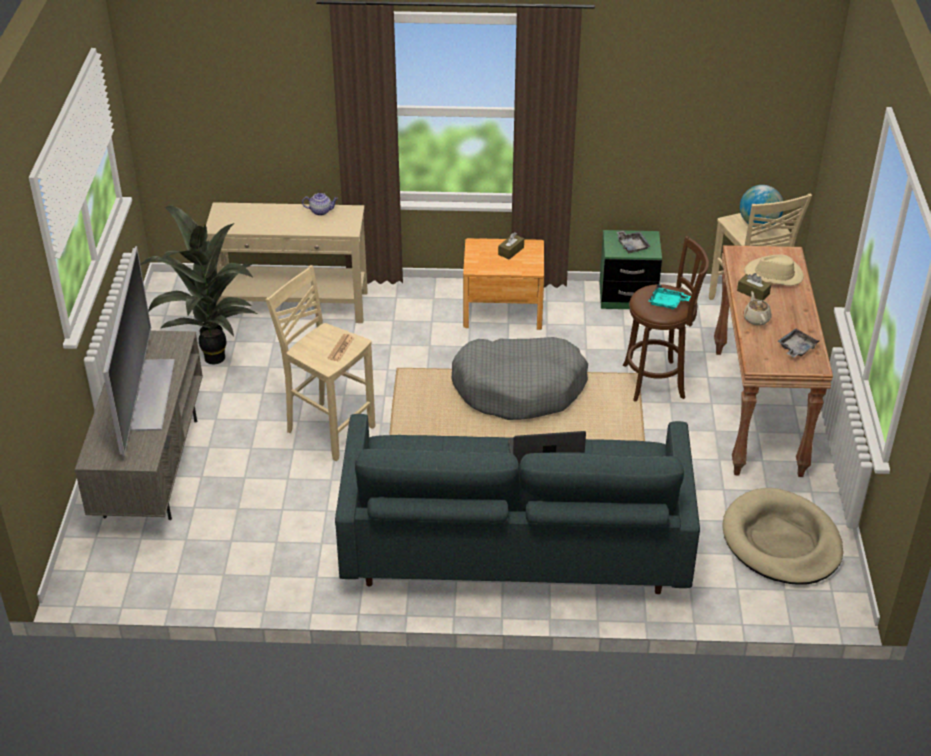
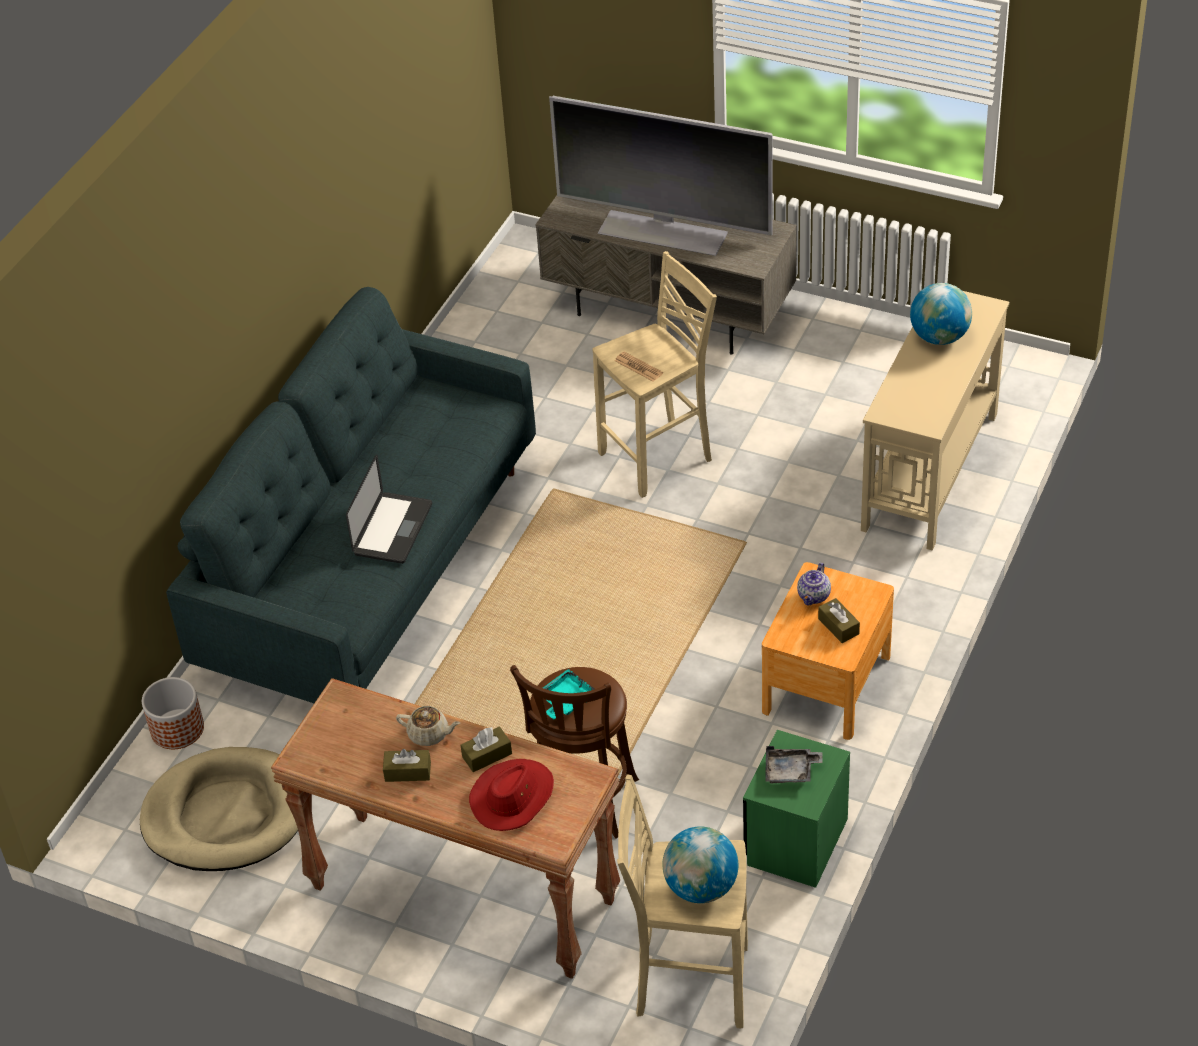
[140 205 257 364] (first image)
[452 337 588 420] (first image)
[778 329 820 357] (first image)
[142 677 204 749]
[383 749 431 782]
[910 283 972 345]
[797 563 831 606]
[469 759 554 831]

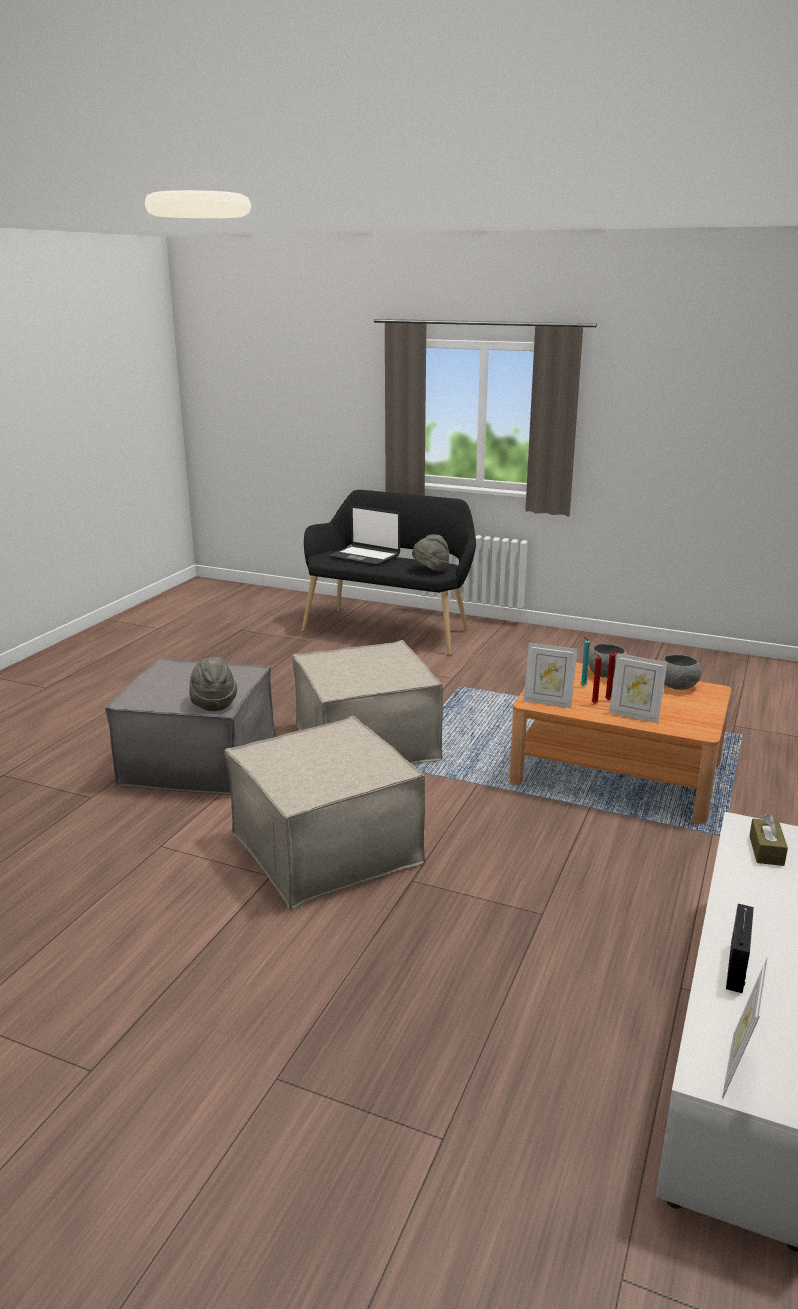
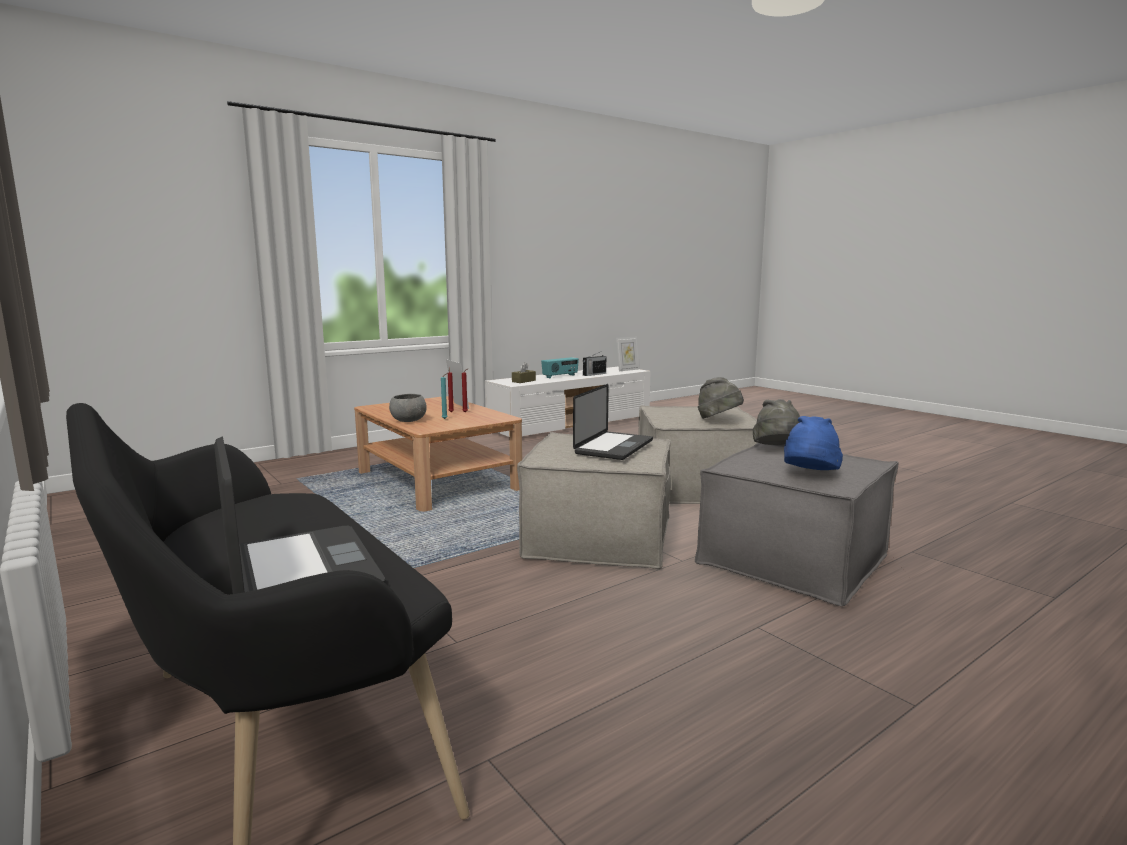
[524 643 577 708] (first image)
[661 654 702 690] (first image)
[541 357 579 378]
[573 384 653 460]
[784 416 843 470]
[698 377 744 419]

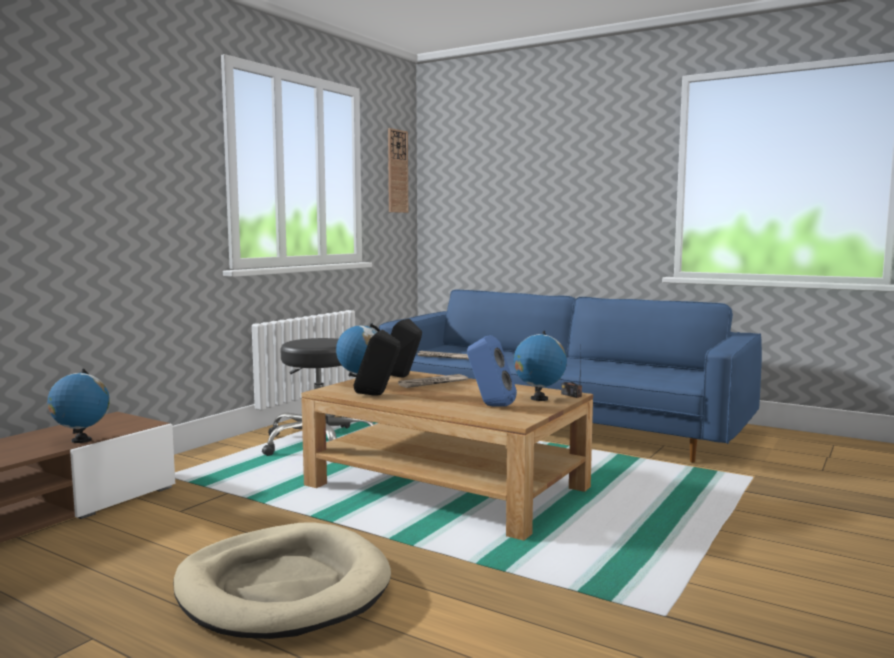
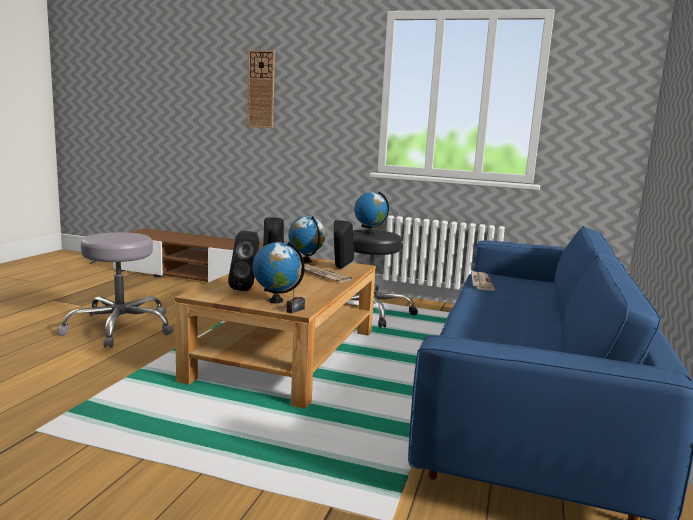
[354 191 389 235]
[247 50 275 128]
[57 232 174 348]
[228 231 259 291]

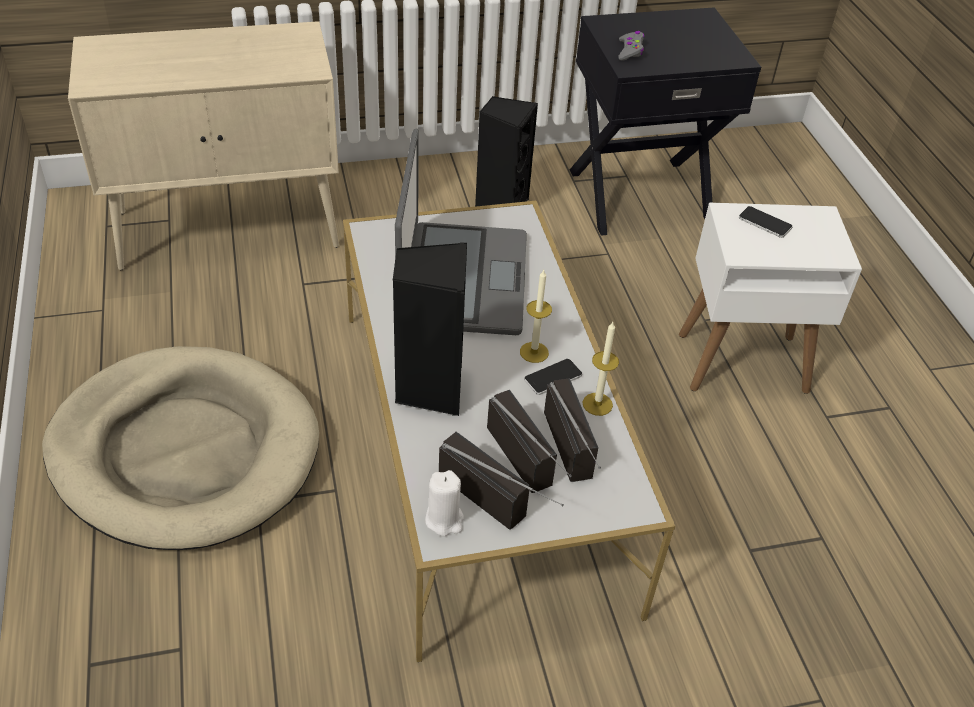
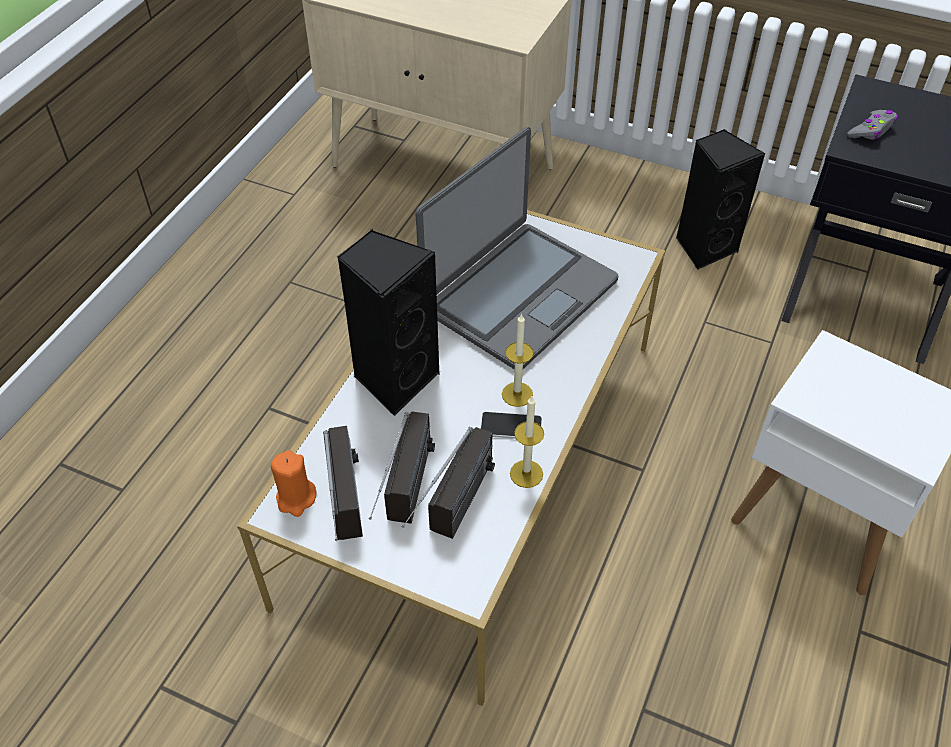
[42 346 319 550] (first image)
[739 206 793 238] (first image)
[271 450 317 517]

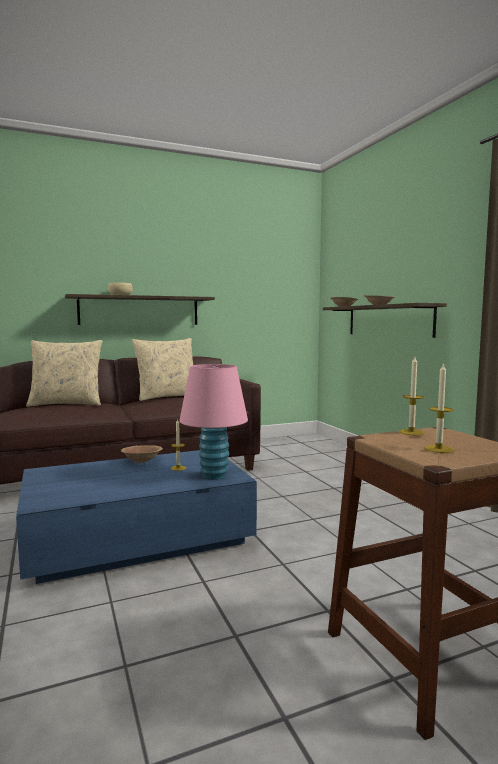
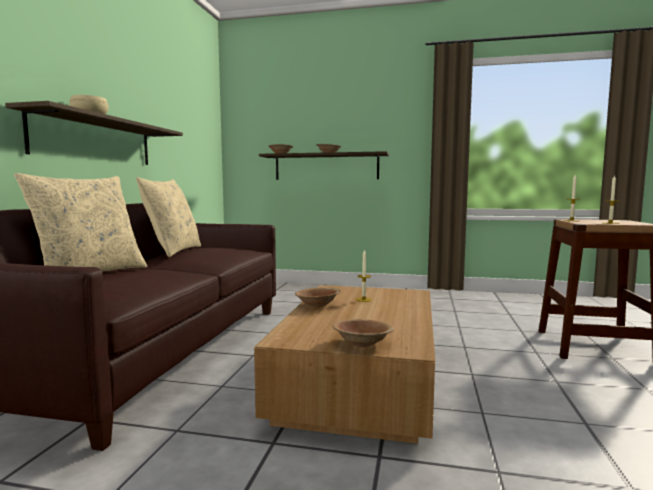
[179 364 248 480] (first image)
[332 319 394 347]
[254 285 435 444]

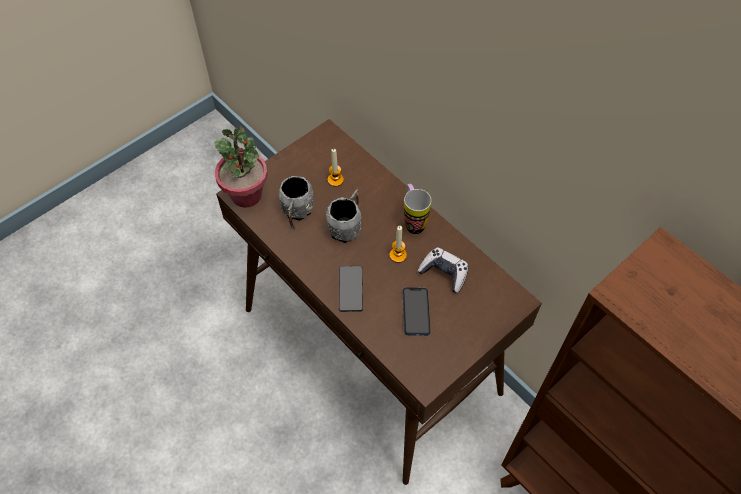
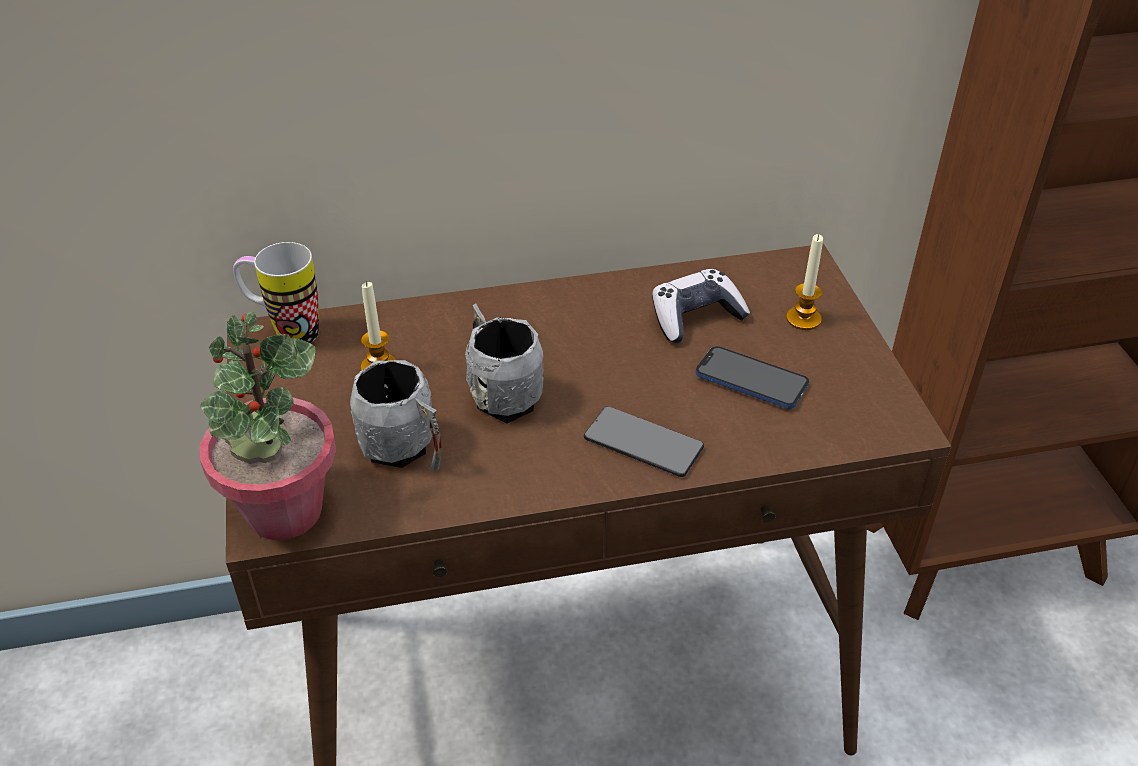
[786 234 823 330]
[233 242 319 343]

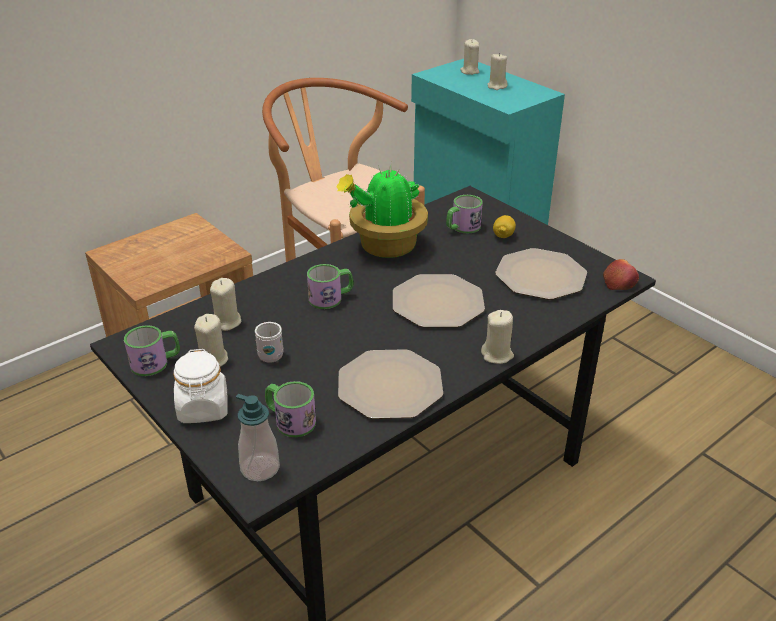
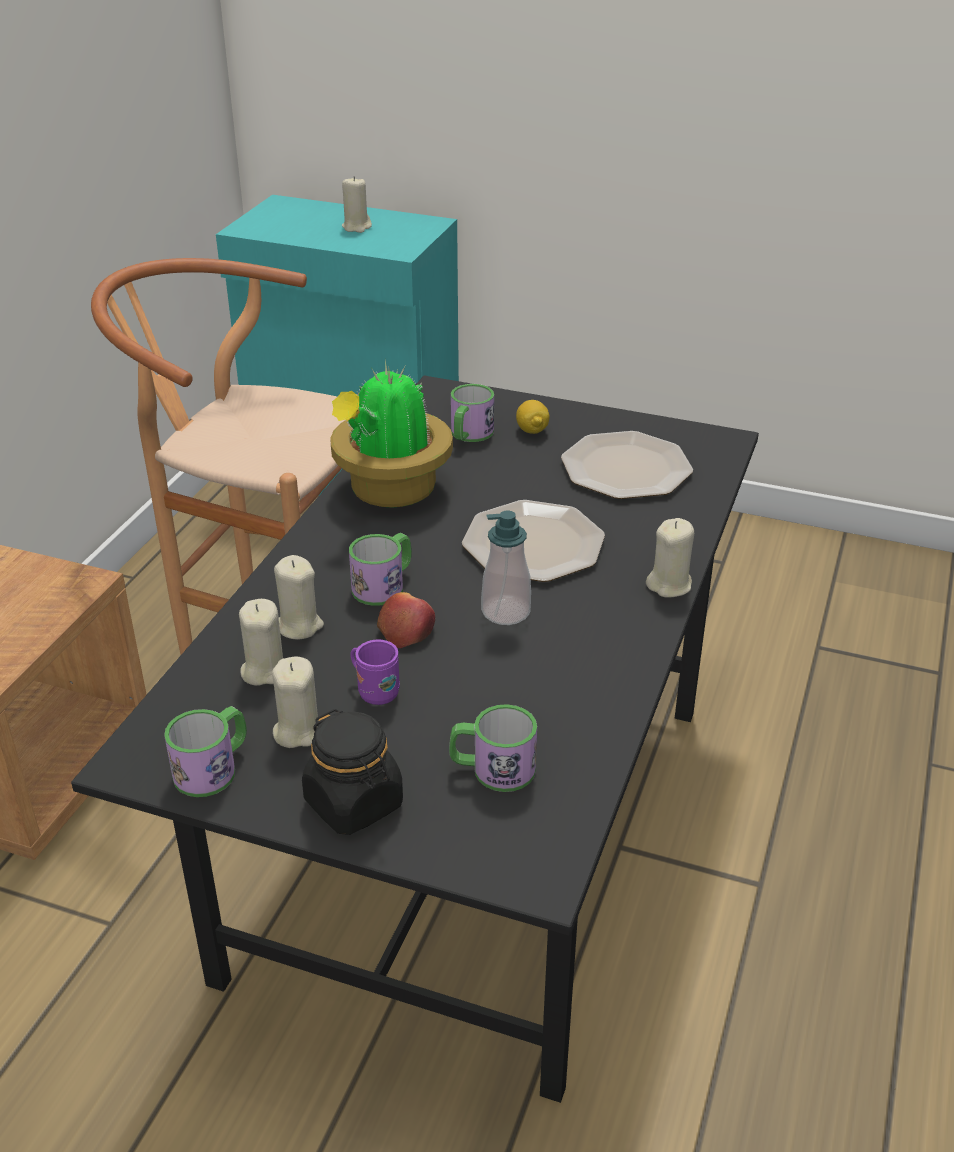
[338 349 443 419] (first image)
[481 511 531 625]
[274 555 324 640]
[377 592 435 648]
[302 709 403 835]
[350 639 400 705]

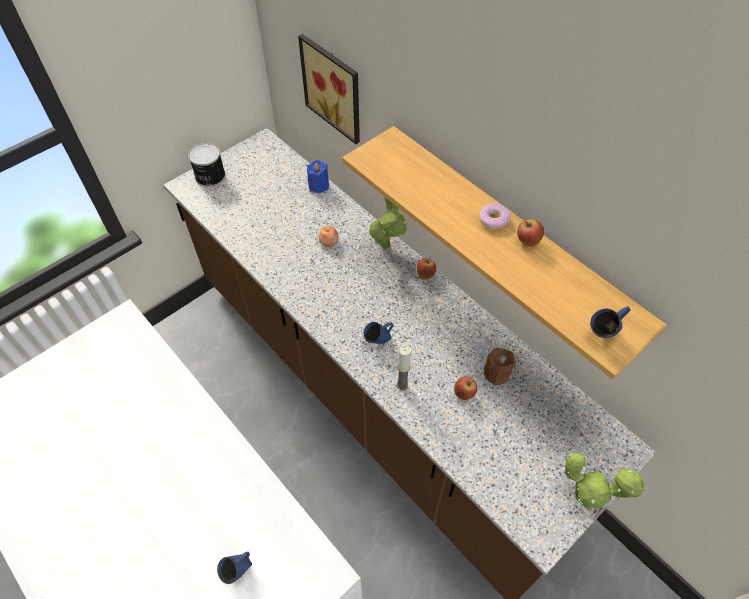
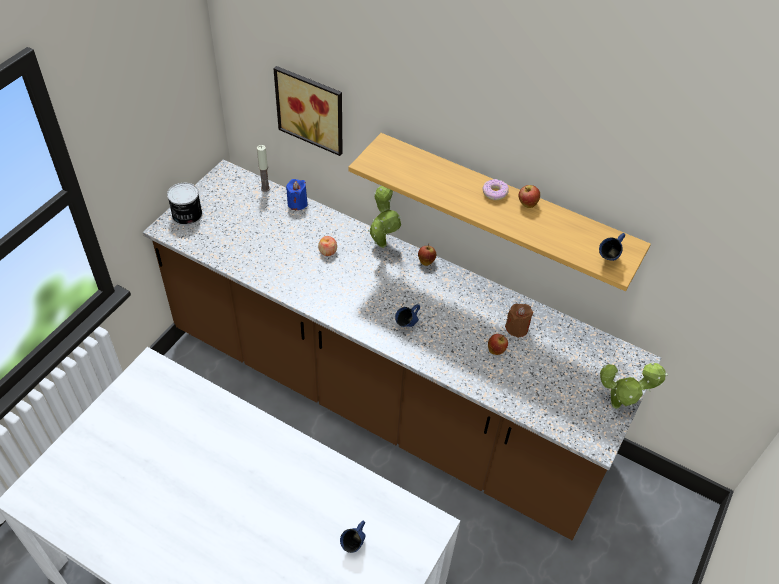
[257 145 270 192]

